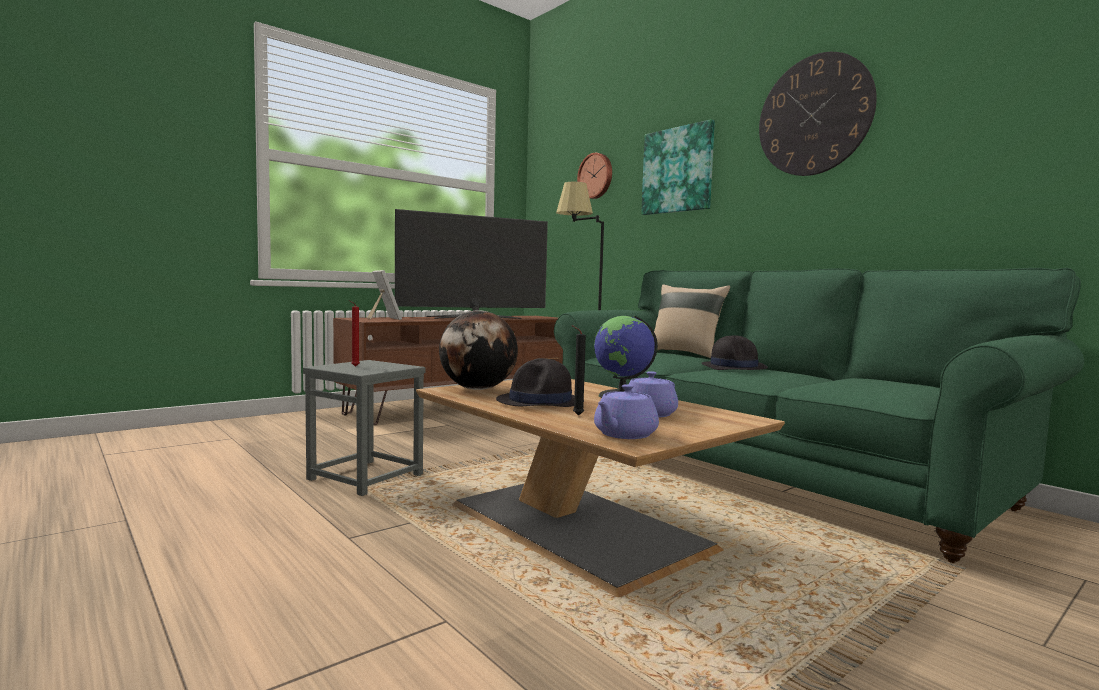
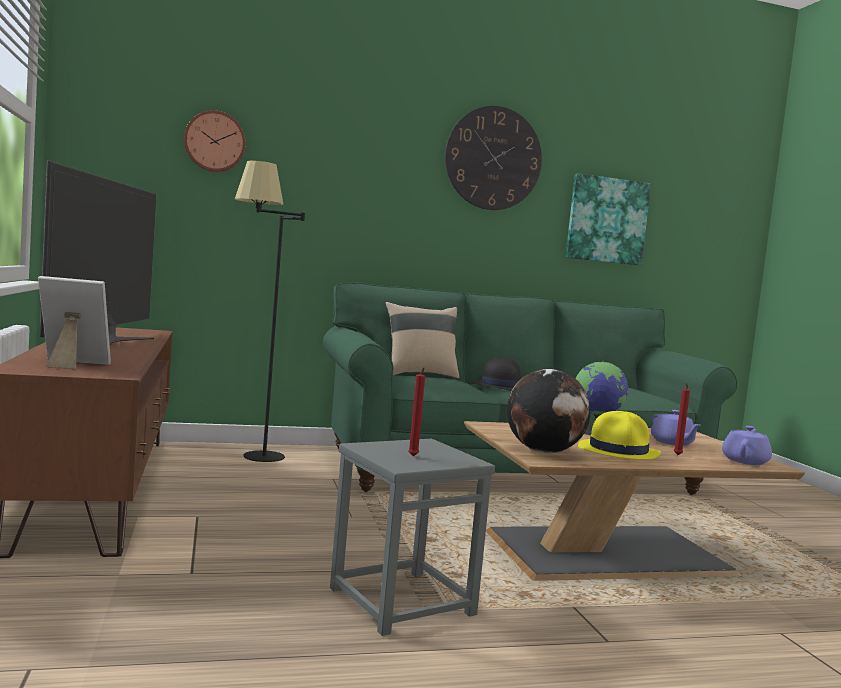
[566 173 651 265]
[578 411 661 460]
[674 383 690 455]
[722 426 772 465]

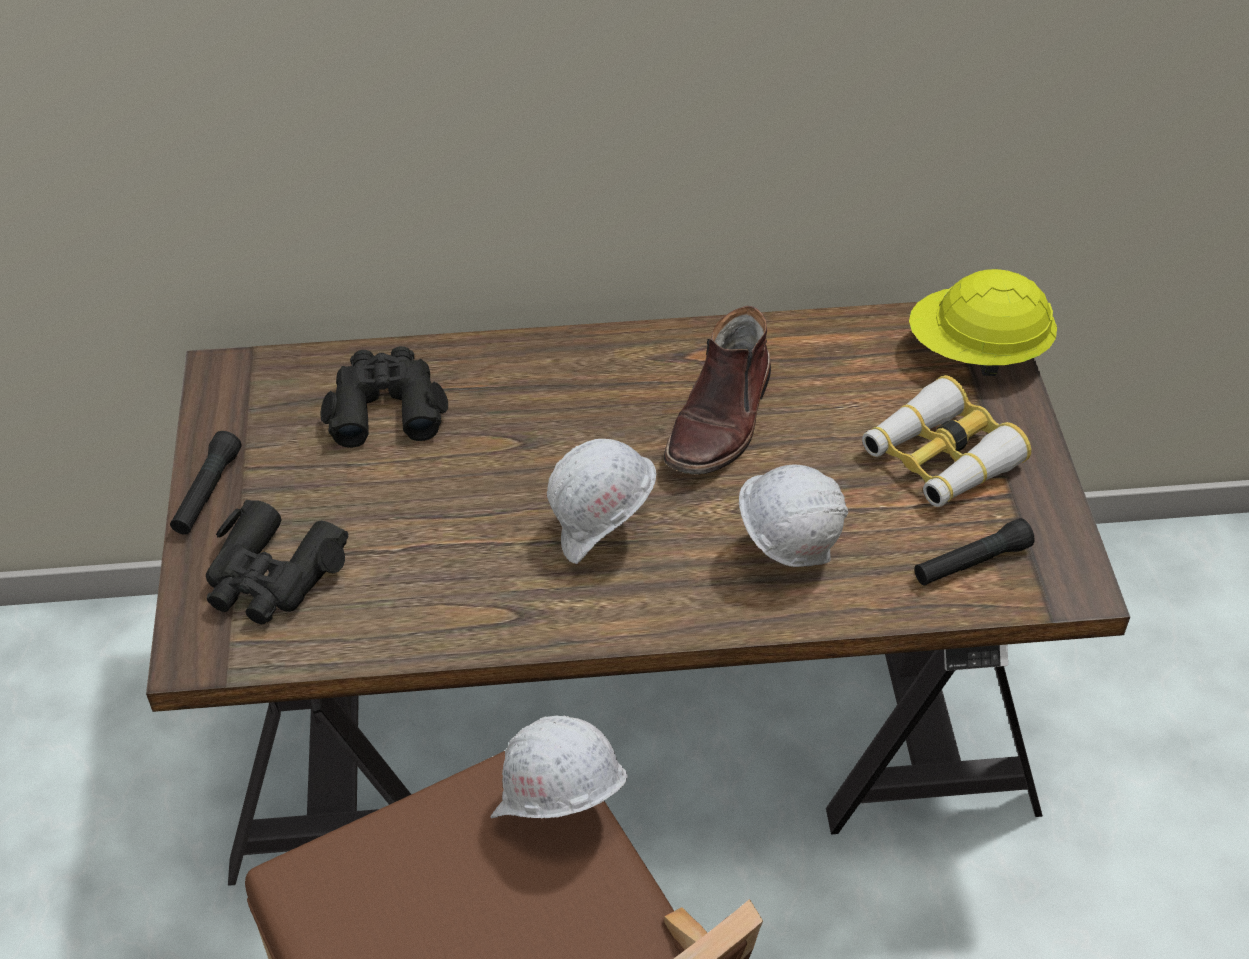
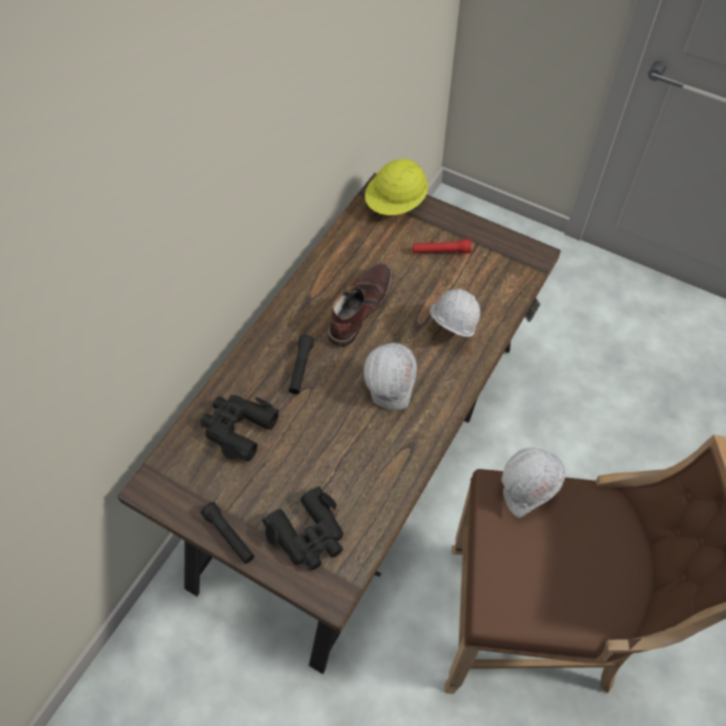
[289 335 314 394]
[413 239 471 254]
[328 263 393 347]

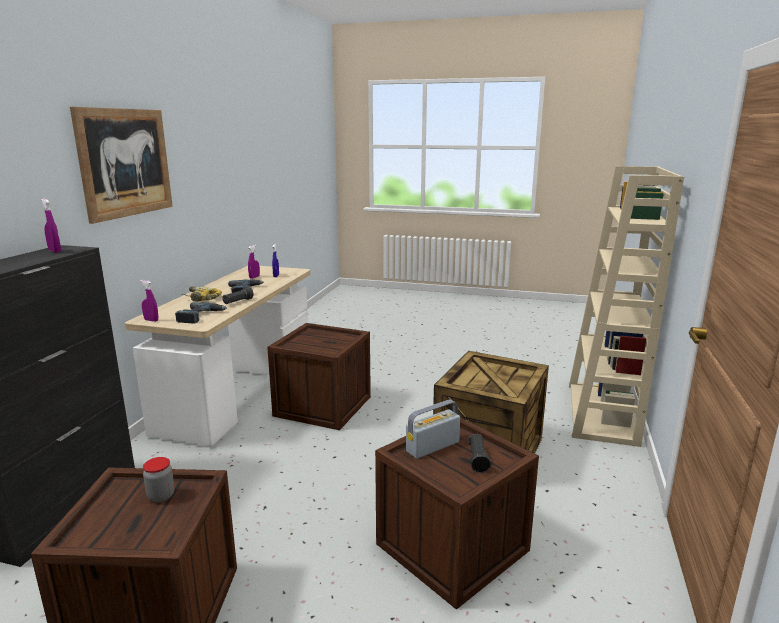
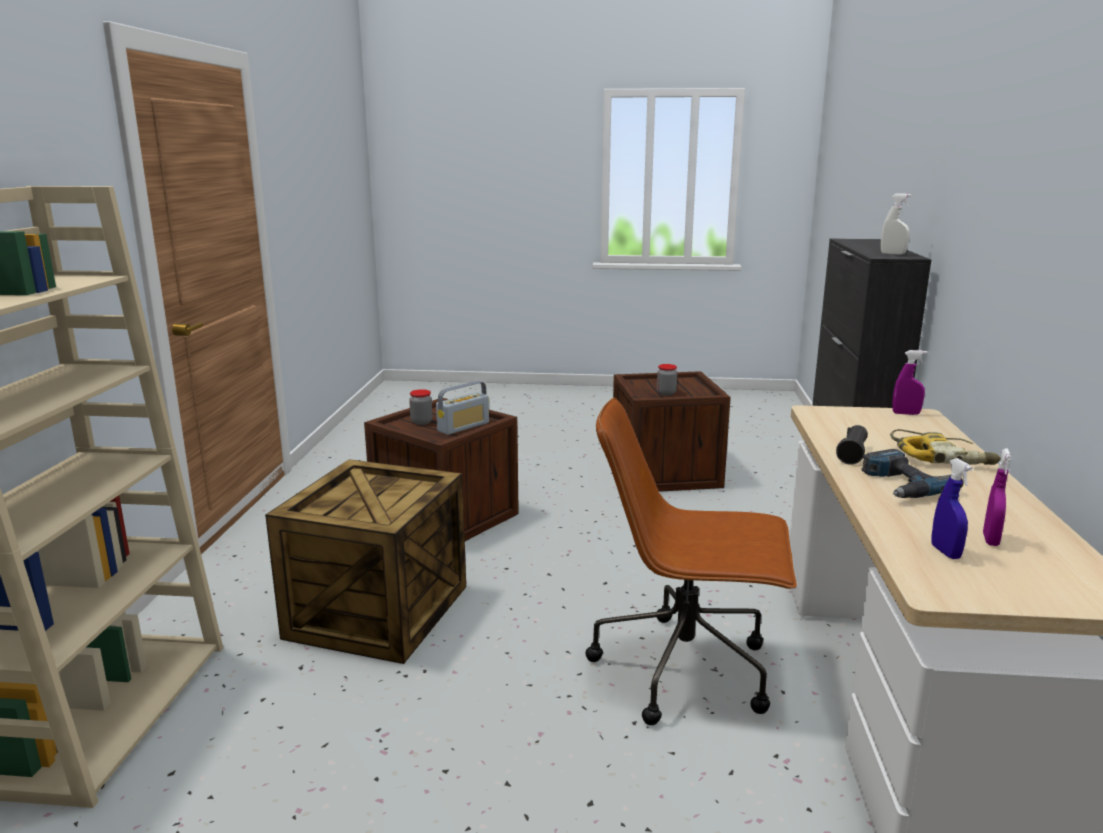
[70 107 173 224] (first image)
[175 302 227 324] (first image)
[586 398 797 725]
[409 389 433 425]
[881 194 911 255]

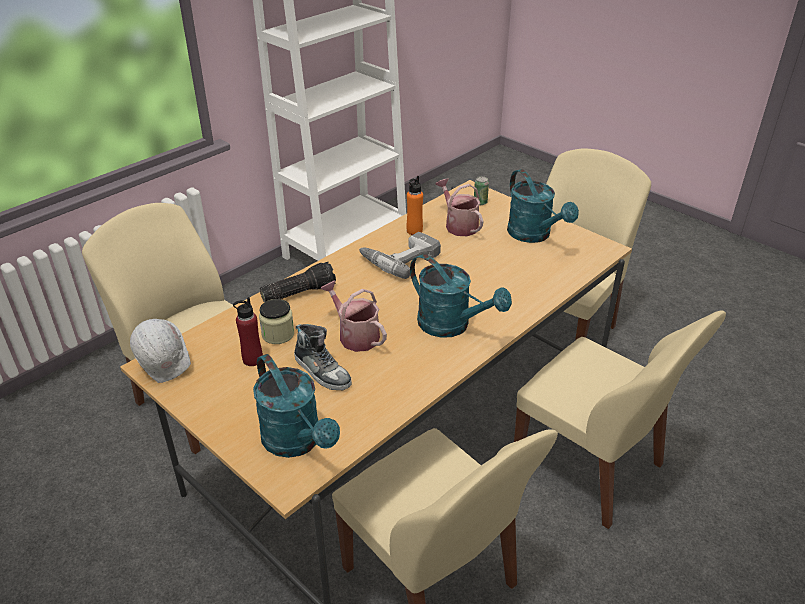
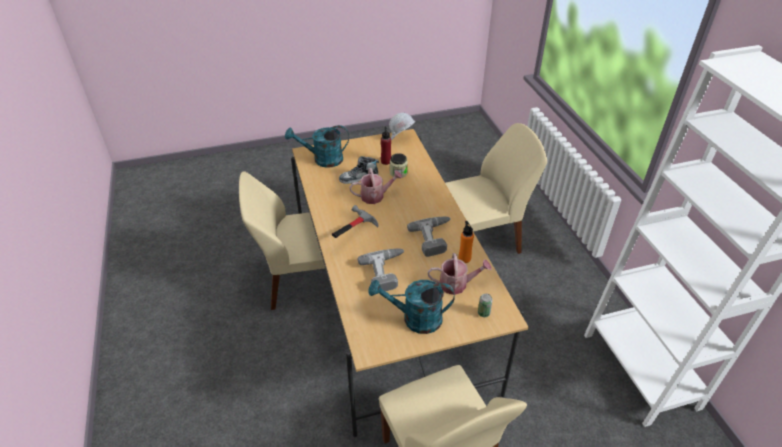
[260 262 336 302] (first image)
[514 310 726 529] (first image)
[358 248 405 291]
[332 205 379 238]

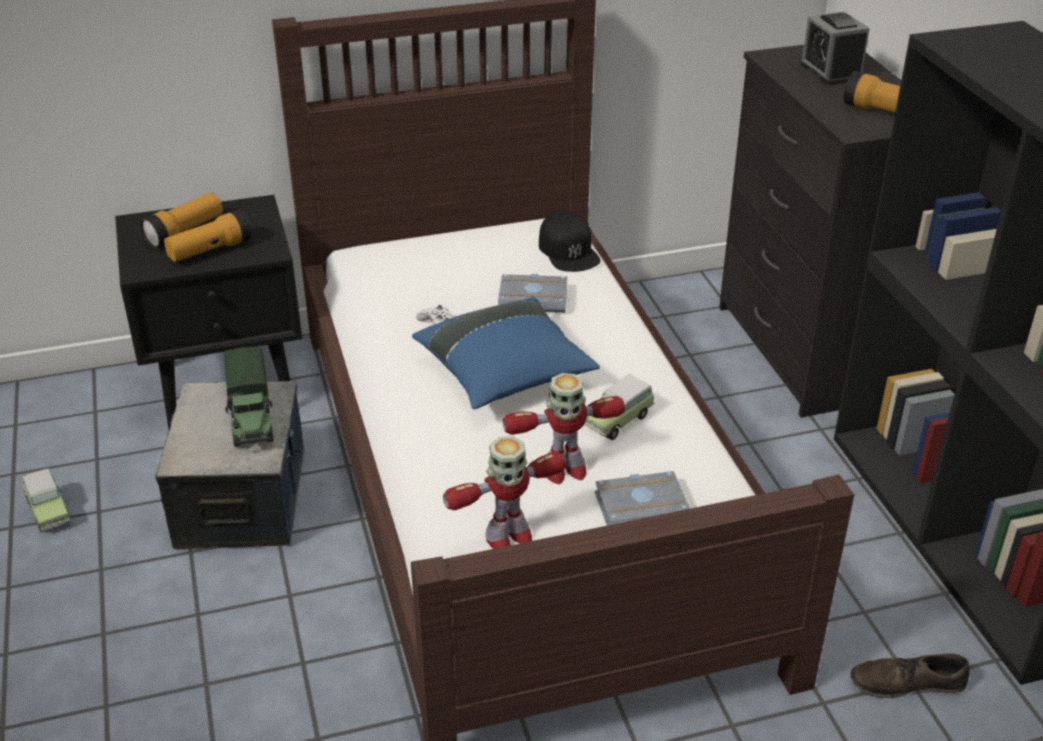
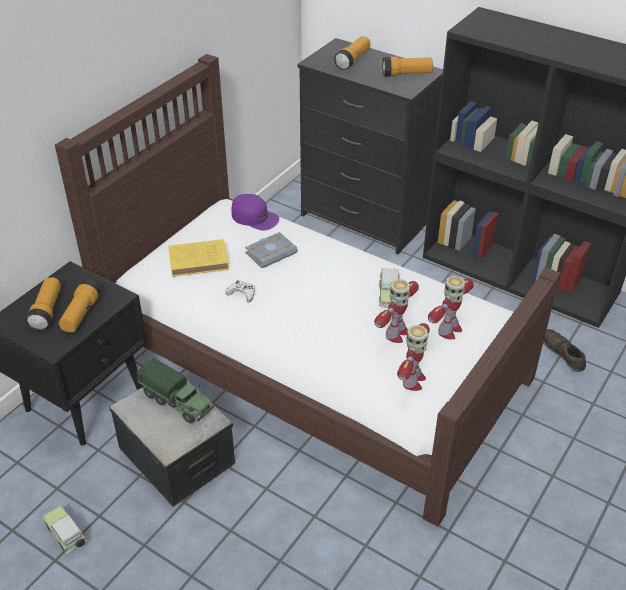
[412 297 600 409] (first image)
[168 239 229 277]
[428 276 474 340]
[334 36 370 70]
[231 194 279 231]
[42 506 87 554]
[543 329 586 372]

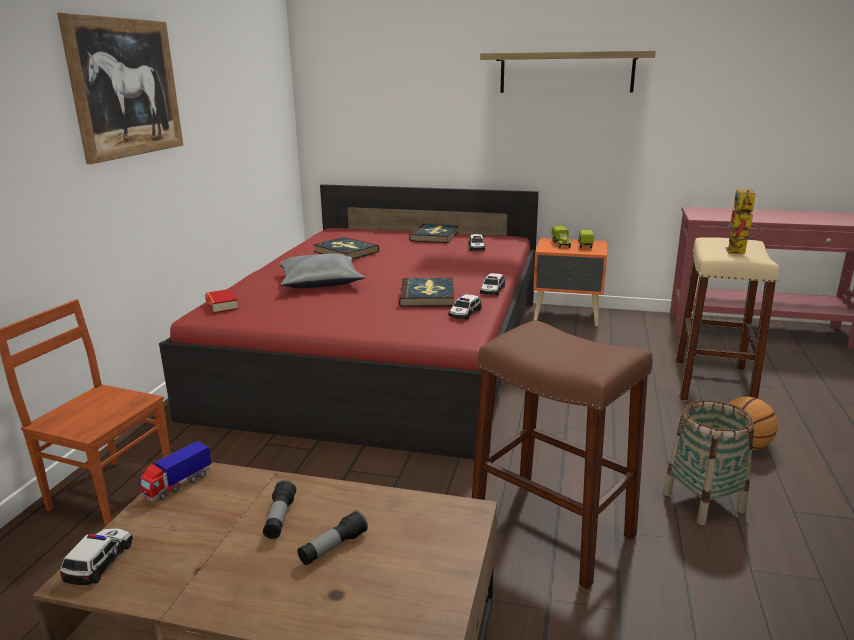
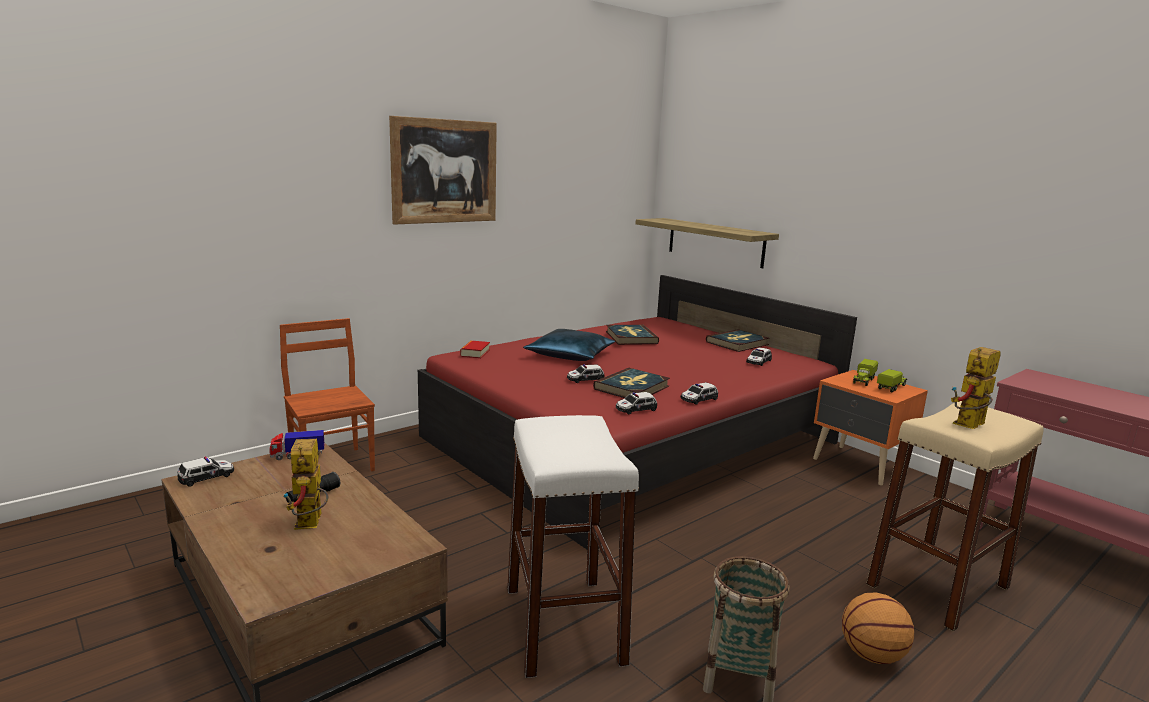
[567 364 605 383]
[636 218 779 268]
[283 439 328 530]
[523 329 615 361]
[507 415 639 678]

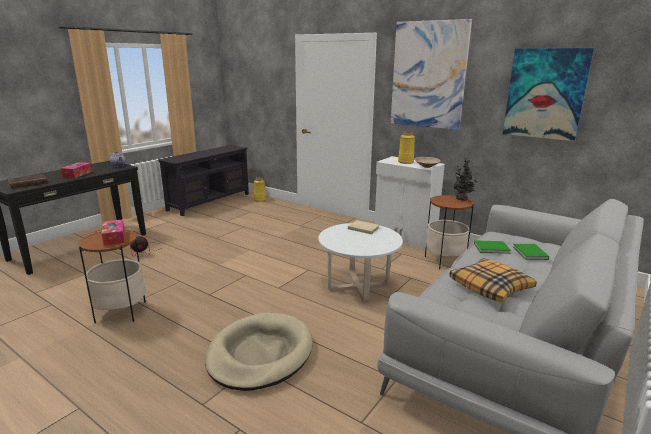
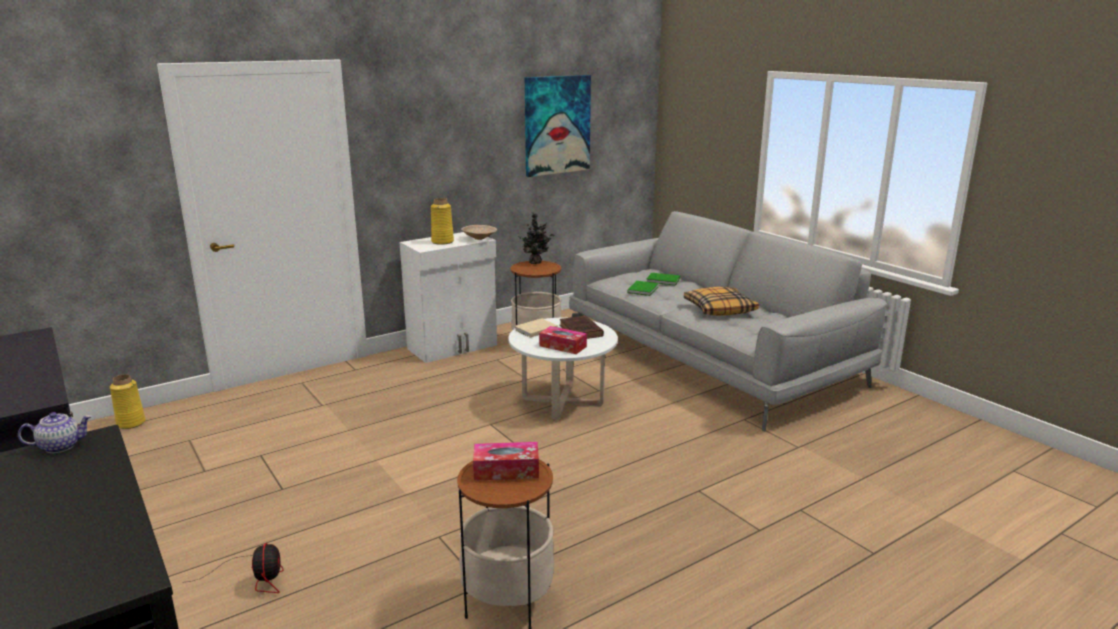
[205 313 312 391] (first image)
[391 19 472 130] (first image)
[559 315 604 339]
[539 326 587 354]

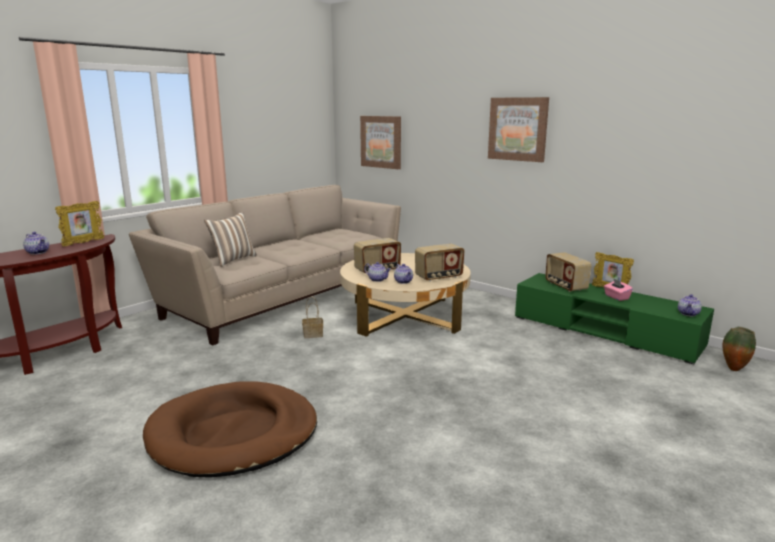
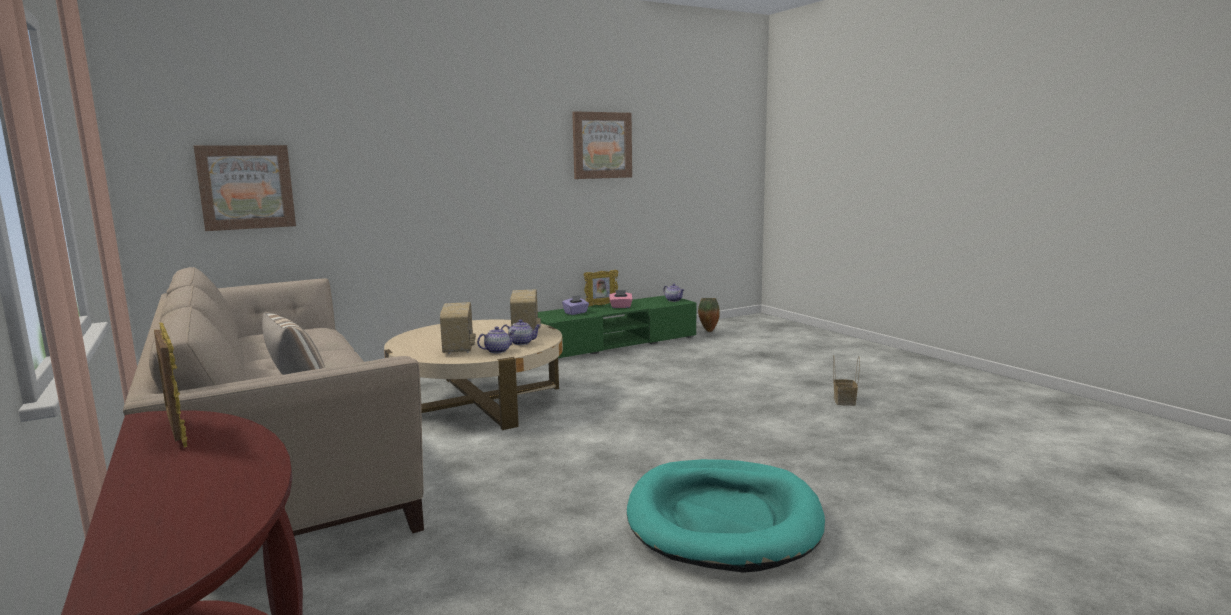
[23 232 49 255] (first image)
[833 355 860 406]
[572 111 632 179]
[562 295 589 315]
[627 459 825 573]

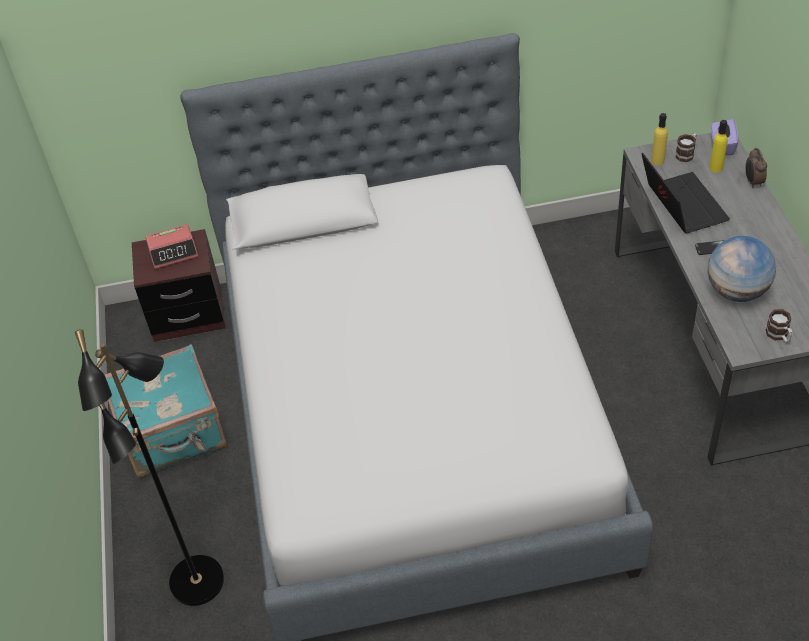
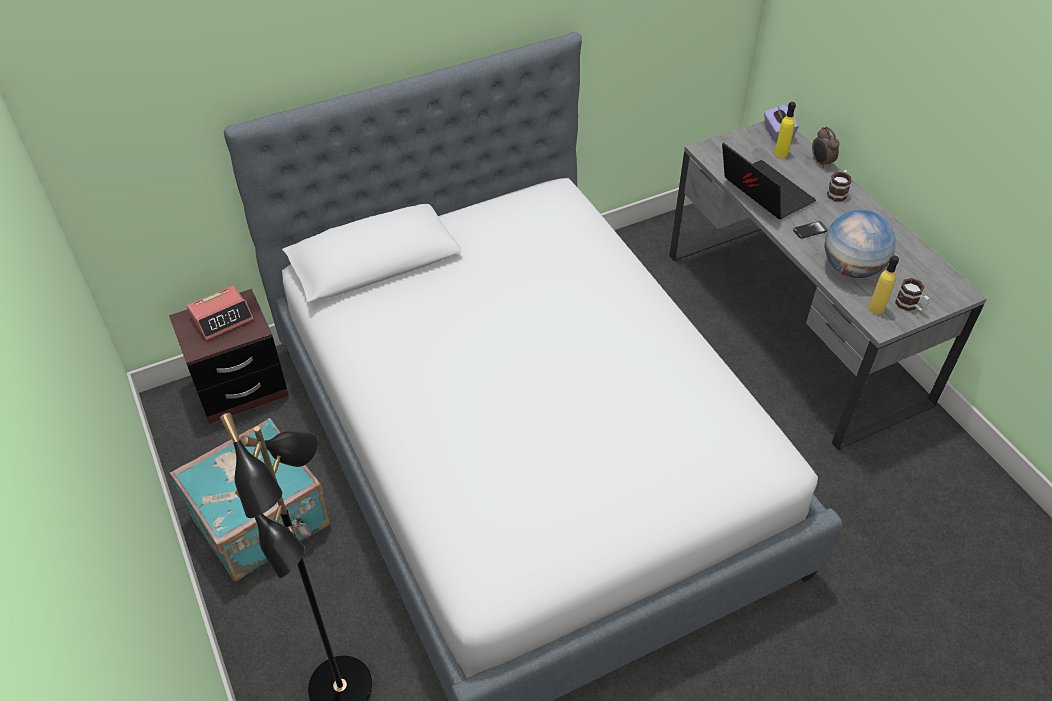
[869 256 899 314]
[827 170 852 202]

